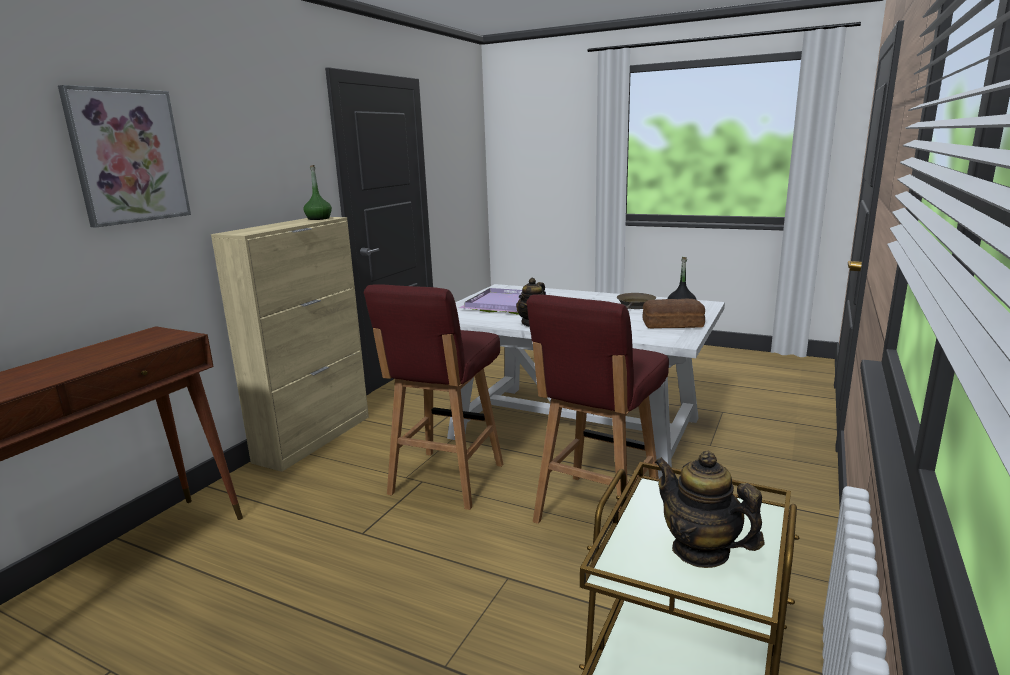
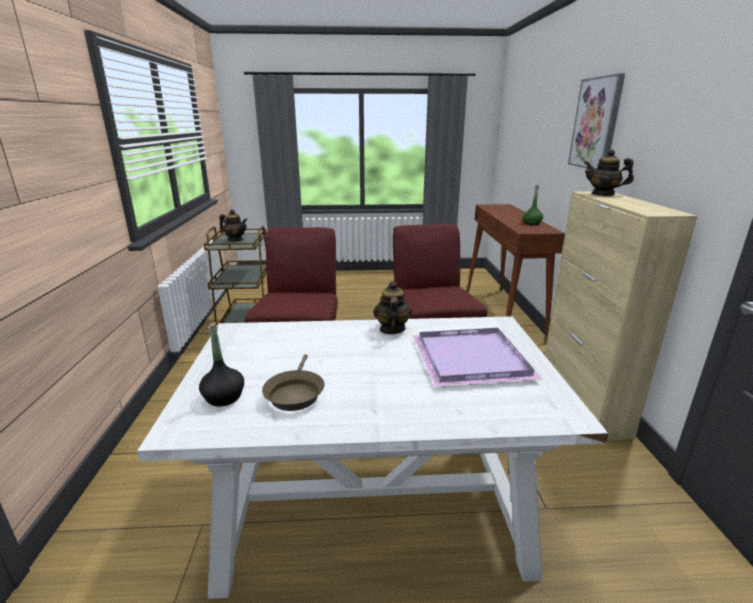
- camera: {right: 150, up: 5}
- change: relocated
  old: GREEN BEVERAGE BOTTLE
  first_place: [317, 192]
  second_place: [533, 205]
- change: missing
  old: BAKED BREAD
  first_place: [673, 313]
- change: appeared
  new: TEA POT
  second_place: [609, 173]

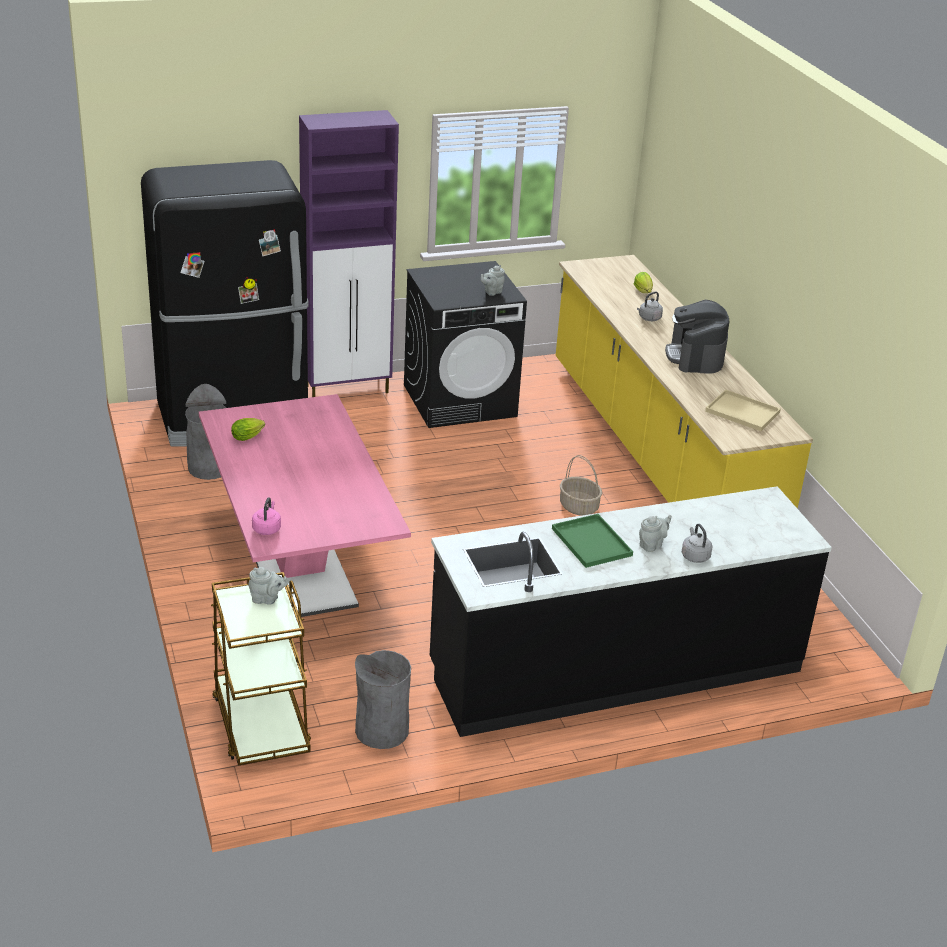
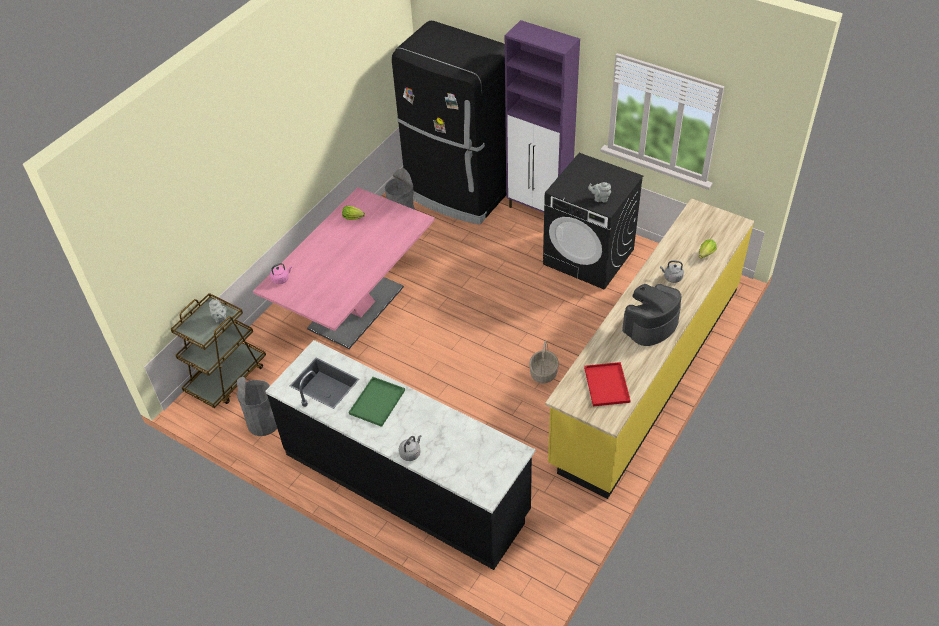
- camera: {right: 55, up: 15}
- change: colour
  old: BEIGE-COLOURED SERVING TRAY
  new: REDDISH SERVING TRAY
  first_place: [743, 410]
  second_place: [607, 384]
- change: missing
  old: GRAY TEA POT
  first_place: [655, 533]

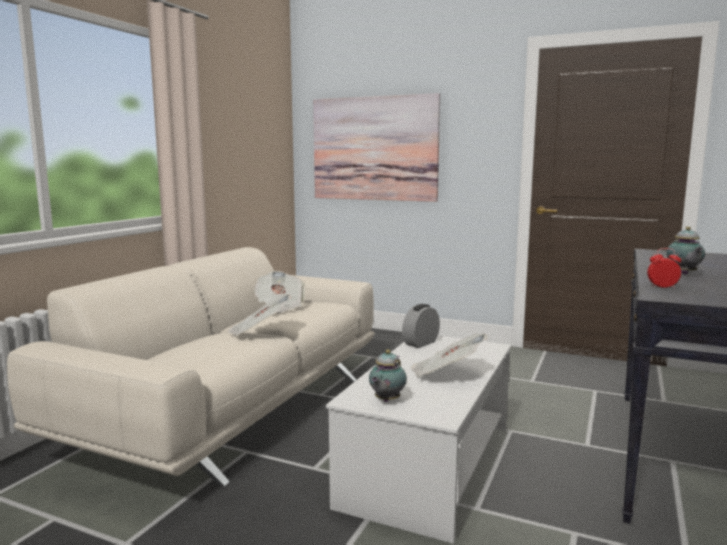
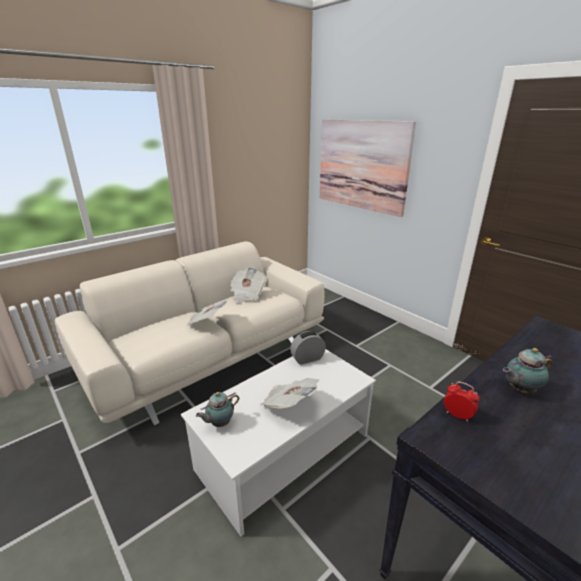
- camera: {right: 25, up: 15}
- change: spun
  old: TEA POT
  first_place: [685, 251]
  second_place: [528, 371]
  degrees: 45

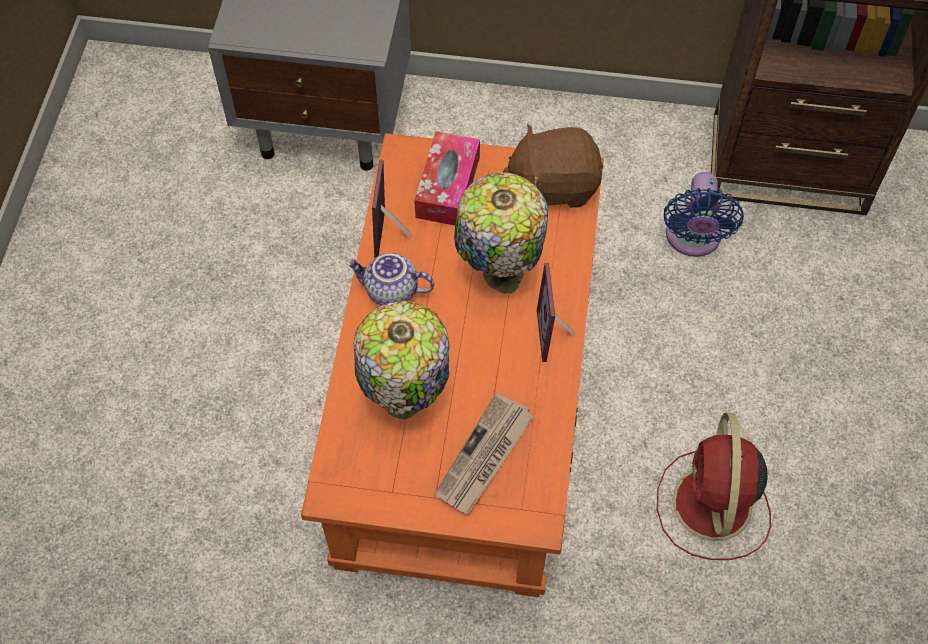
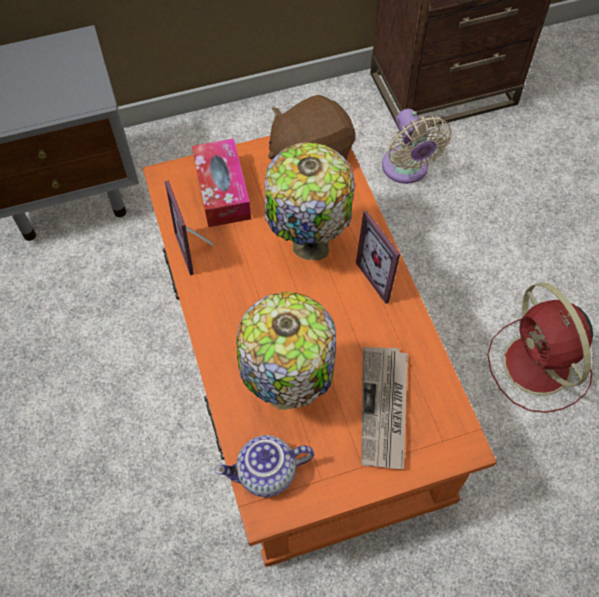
- camera: {right: -25, up: 0}
- change: colour
  old: BLUE-COLOURED FAN
  new: BEIGE-COLOURED FAN
  first_place: [704, 214]
  second_place: [417, 146]
- change: relocated
  old: TEA POT
  first_place: [390, 279]
  second_place: [264, 466]

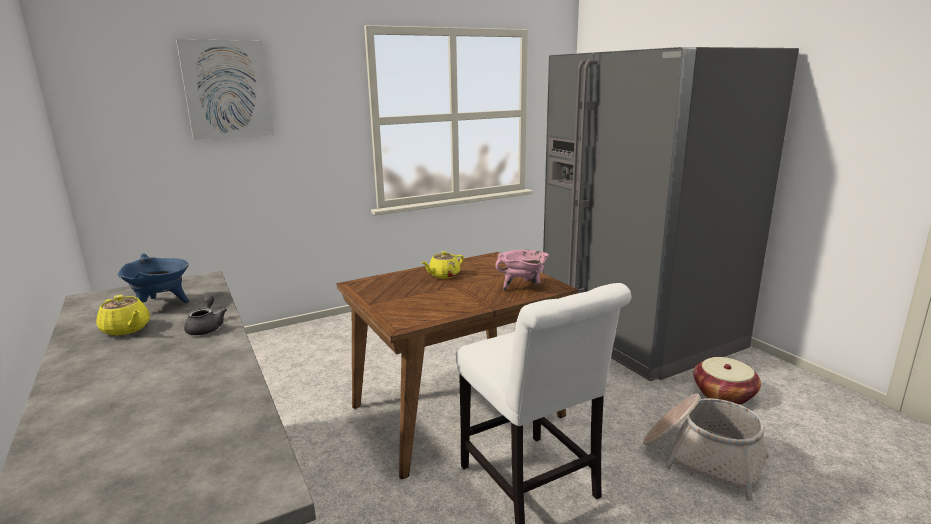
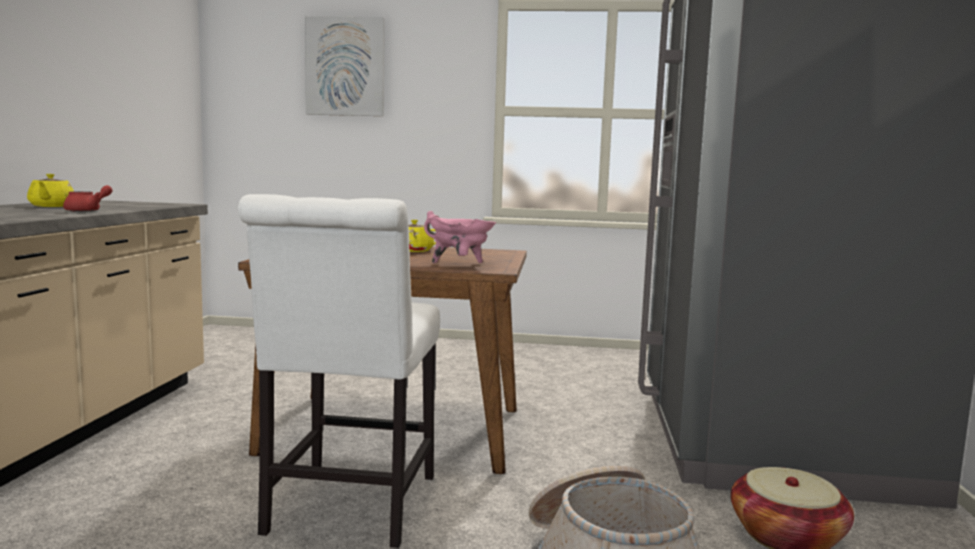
- camera: {right: 35, up: -10}
- change: missing
  old: BLUE-COLOURED COOKING POT
  first_place: [153, 278]
- change: colour
  old: GRAY TEA POT
  new: REDDISH TEA POT
  first_place: [205, 315]
  second_place: [88, 198]

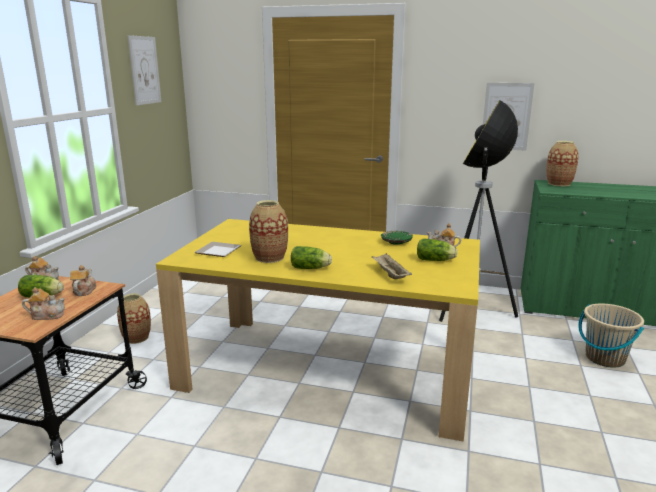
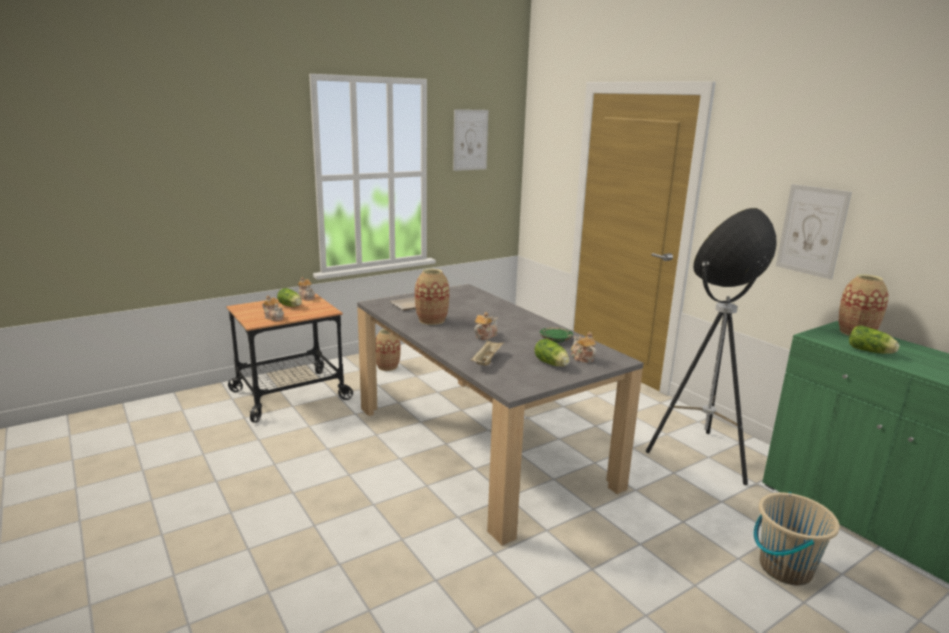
- camera: {right: 40, up: 0}
- change: colour
  old: YELLOW-COLOURED KITCHEN TABLE
  new: GRAY KITCHEN TABLE
  first_place: [318, 330]
  second_place: [500, 414]
- change: relocated
  old: LETTUCE HEAD
  first_place: [311, 257]
  second_place: [874, 339]
- change: relocated
  old: TEA POT
  first_place: [83, 280]
  second_place: [486, 326]

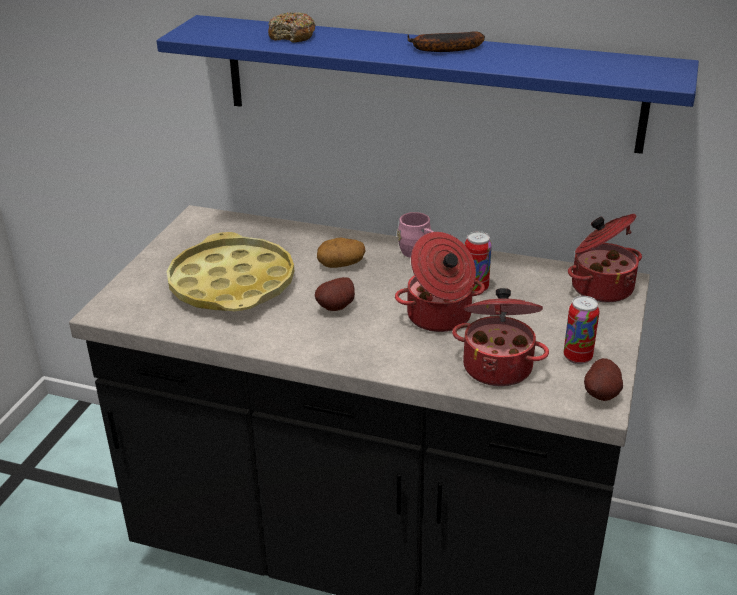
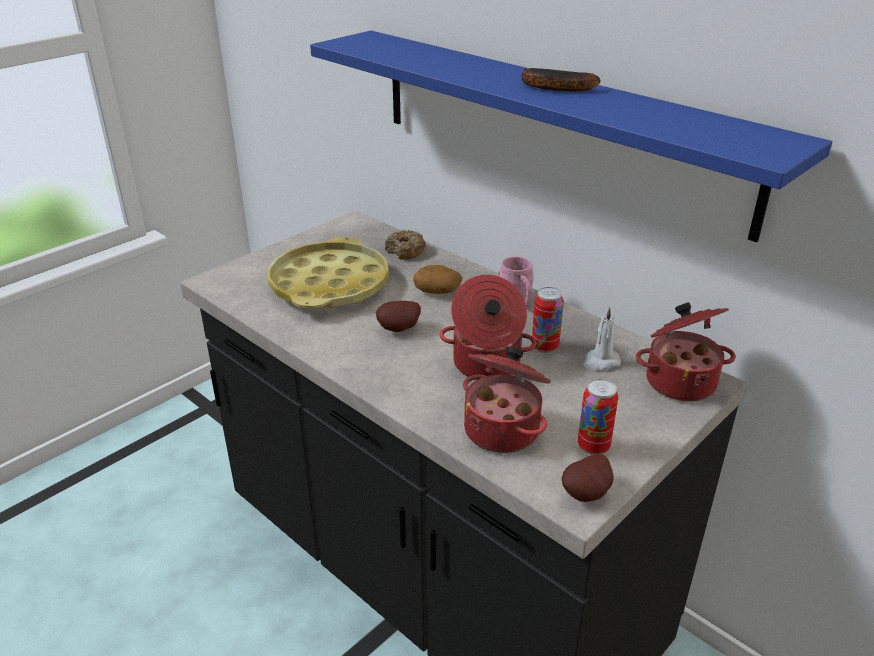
- camera: {right: 25, up: 0}
- change: relocated
  old: DOUGHNUT
  first_place: [292, 27]
  second_place: [405, 244]
- change: appeared
  new: WHITISH WAX LIGHT
  second_place: [602, 338]

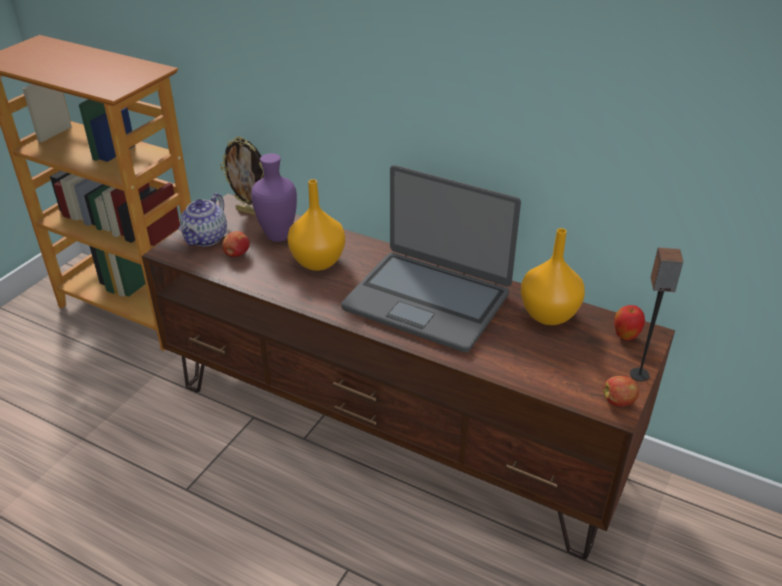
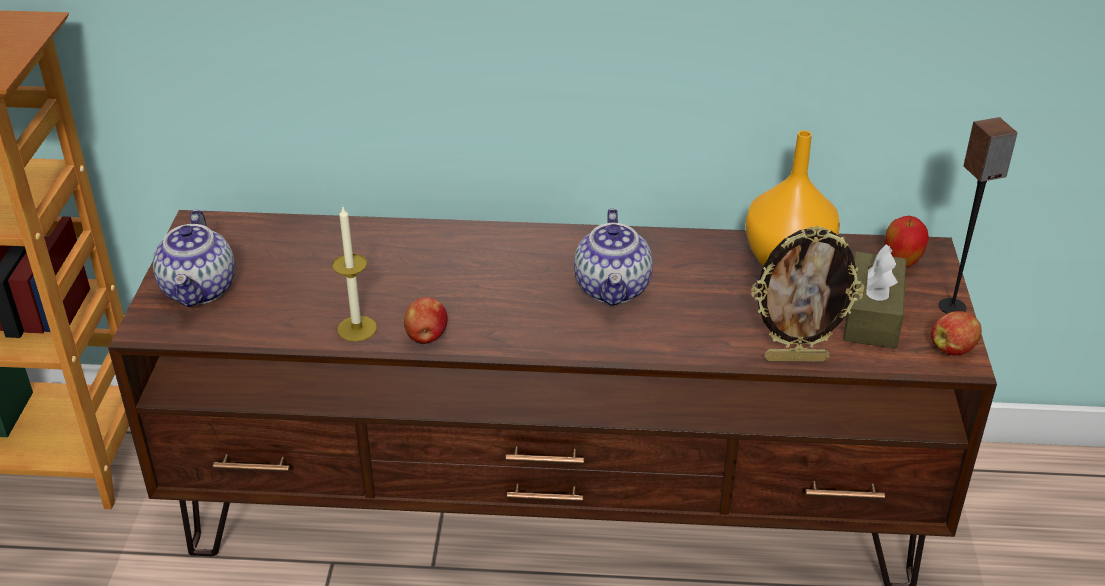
- camera: {right: -25, up: 0}
- change: relocated
  old: STANDING FRAME
  first_place: [242, 176]
  second_place: [807, 294]
- change: missing
  old: PURPLE-COLOURED FLOWER VASE
  first_place: [274, 197]
- change: exchanged
  old: PORTABLE COMPUTER
  new: TEA POT
  first_place: [431, 259]
  second_place: [613, 257]
- change: missing
  old: ORANGE FLOWER VASE
  first_place: [316, 225]
- change: relocated
  old: WHOLE APPLE
  first_place: [236, 244]
  second_place: [426, 320]
- change: appeared
  new: WAX LIGHT
  second_place: [354, 273]
- change: appeared
  new: BROWN TISSUE BOX
  second_place: [875, 296]

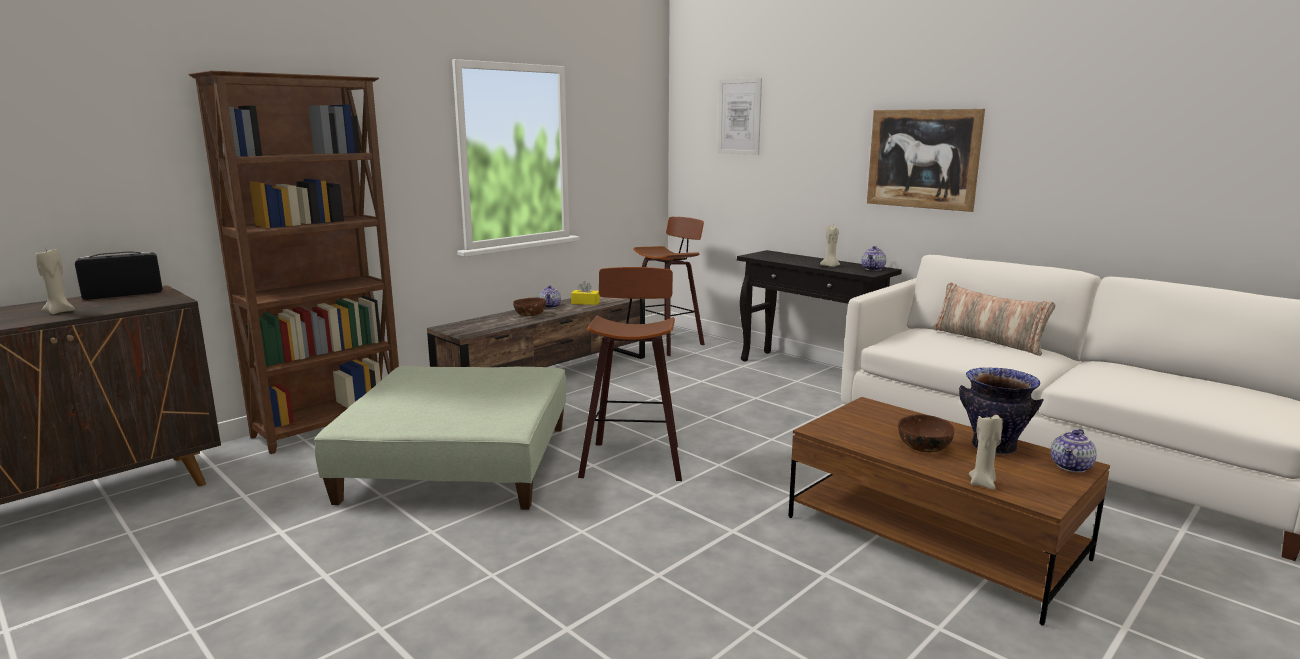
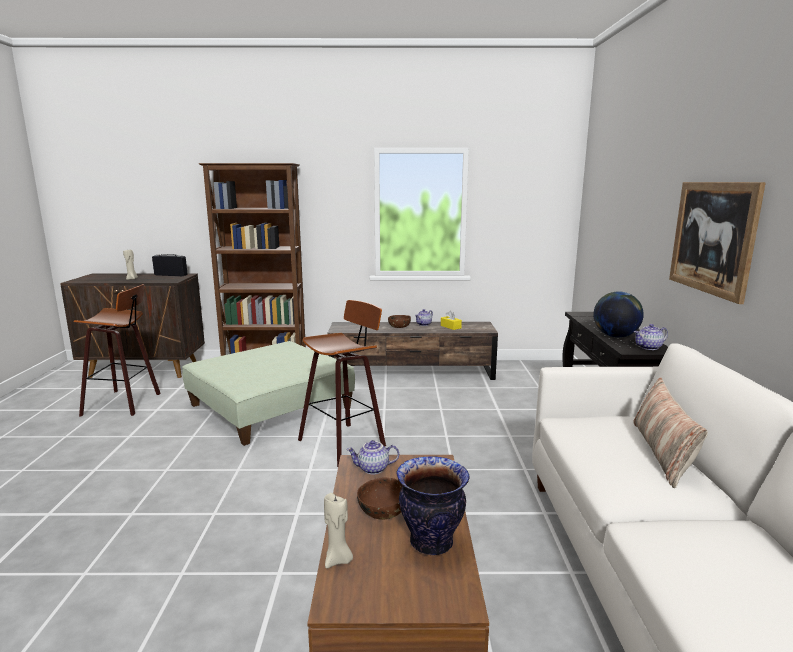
- camera: {right: 45, up: 0}
- change: missing
  old: WALL ART
  first_place: [740, 116]
- change: relocated
  old: SITTING STOOL
  first_place: [669, 286]
  second_place: [117, 350]
- change: exchanged
  old: BEIGE-COLOURED WAX LIGHT
  new: DESK GLOBE
  first_place: [830, 246]
  second_place: [618, 314]
- change: relocated
  old: TEA POT
  first_place: [1074, 451]
  second_place: [372, 457]

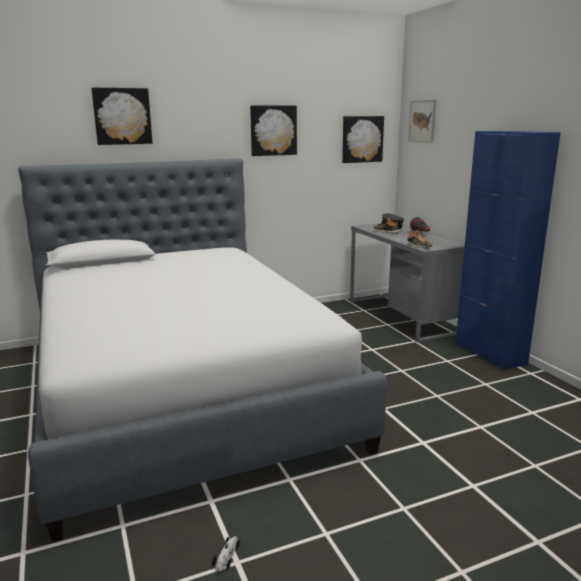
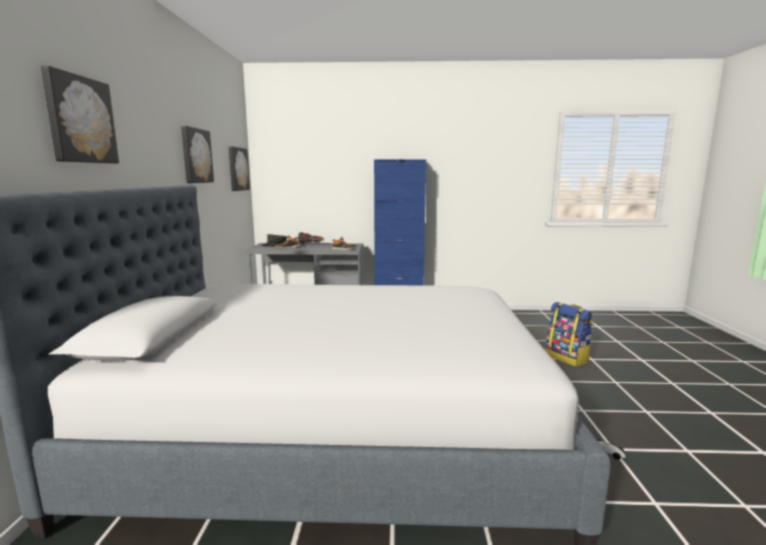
- camera: {right: -65, up: -5}
- change: missing
  old: WALL ART
  first_place: [422, 121]
- change: appeared
  new: BACKPACK
  second_place: [569, 334]

